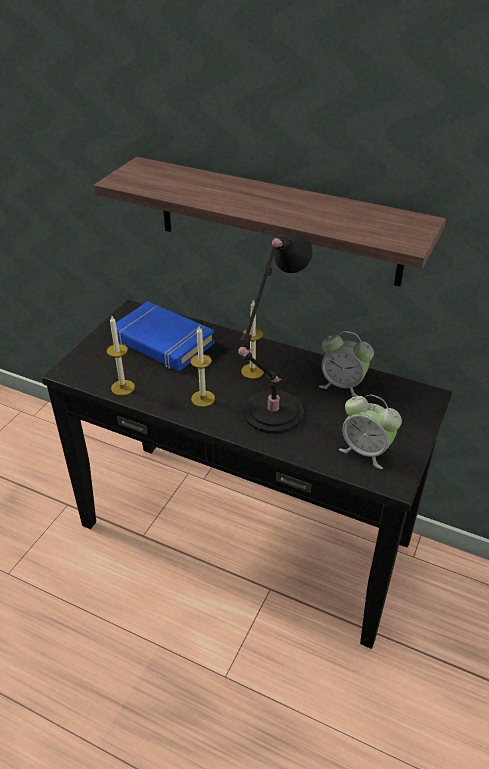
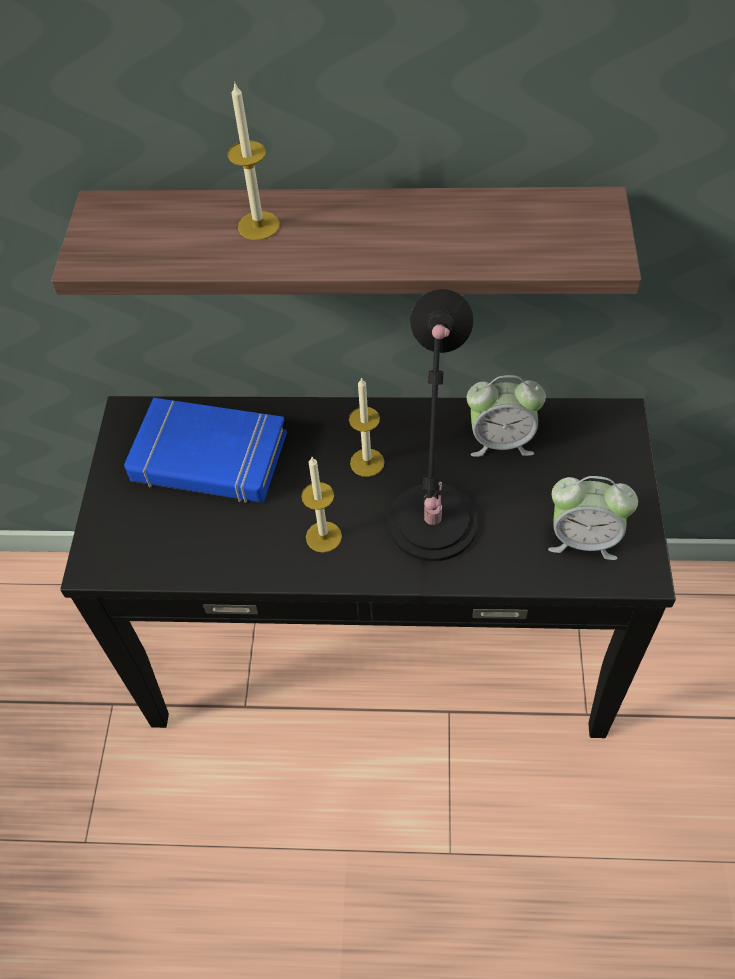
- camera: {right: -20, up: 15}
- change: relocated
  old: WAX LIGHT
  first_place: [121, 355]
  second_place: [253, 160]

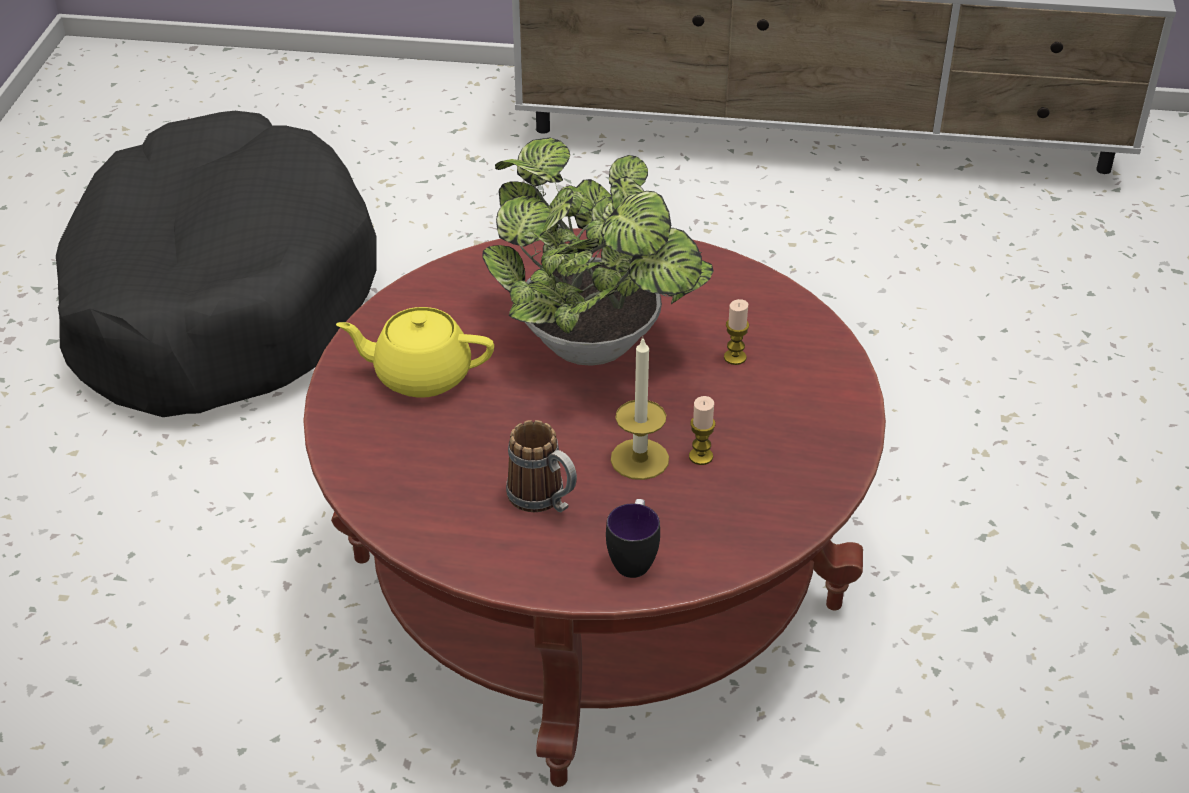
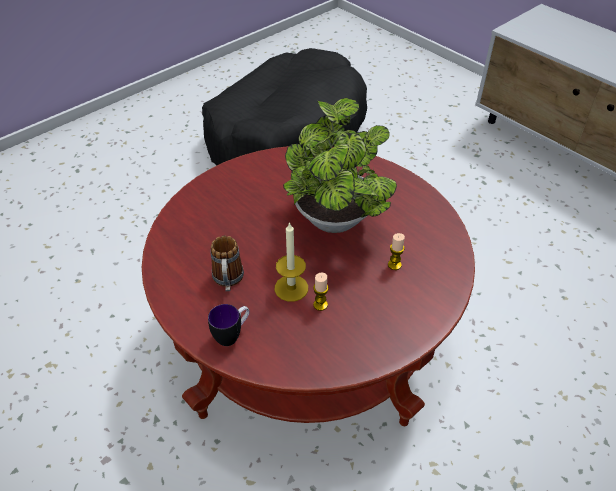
- camera: {right: 40, up: 5}
- change: missing
  old: YELLOW-COLOURED TEA POT
  first_place: [415, 352]

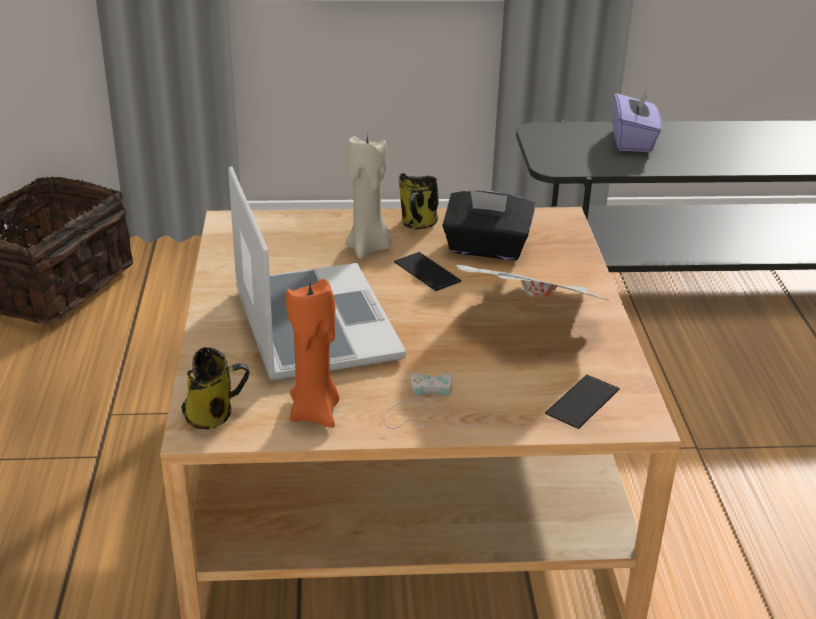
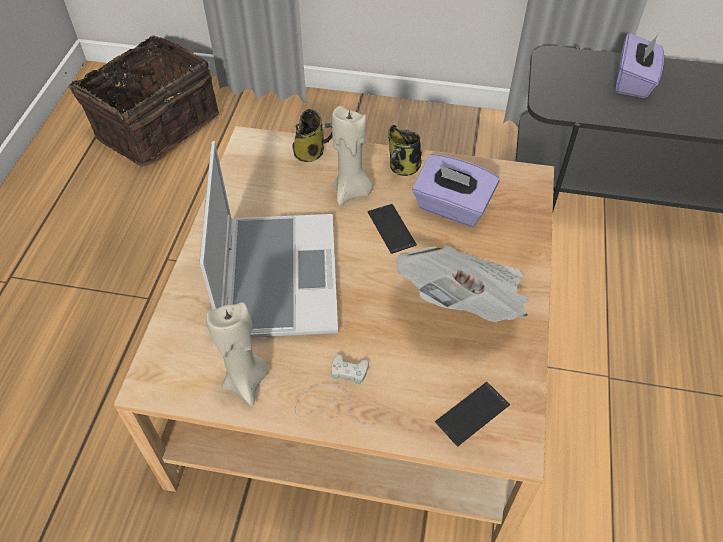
- camera: {right: 15, up: 20}
- change: colour
  old: BLACKISH TISSUE BOX
  new: PURPLE-COLOURED TISSUE BOX
  first_place: [488, 225]
  second_place: [456, 190]
- change: colour
  old: ORANGE WAX LIGHT
  new: BEIGE-COLOURED WAX LIGHT
  first_place: [313, 353]
  second_place: [237, 354]
- change: relocated
  old: TEA MUG
  first_place: [215, 388]
  second_place: [312, 135]

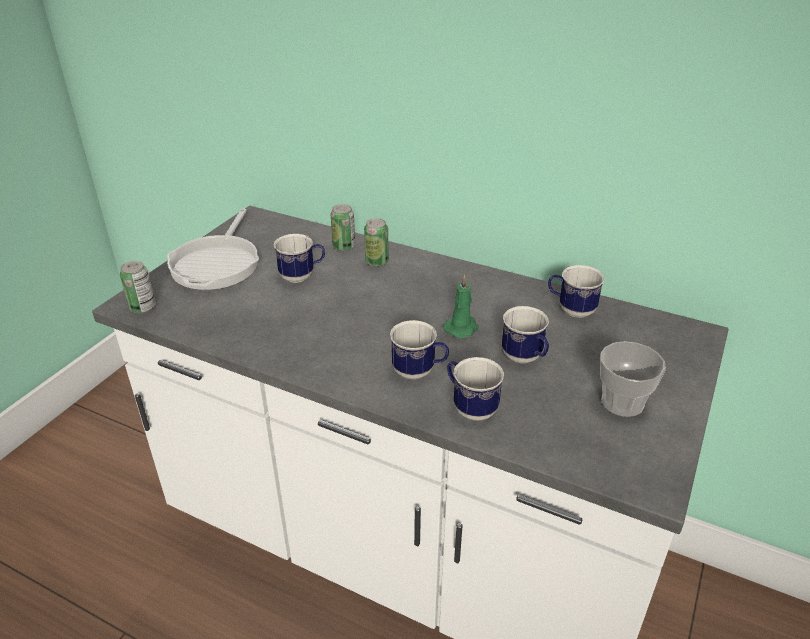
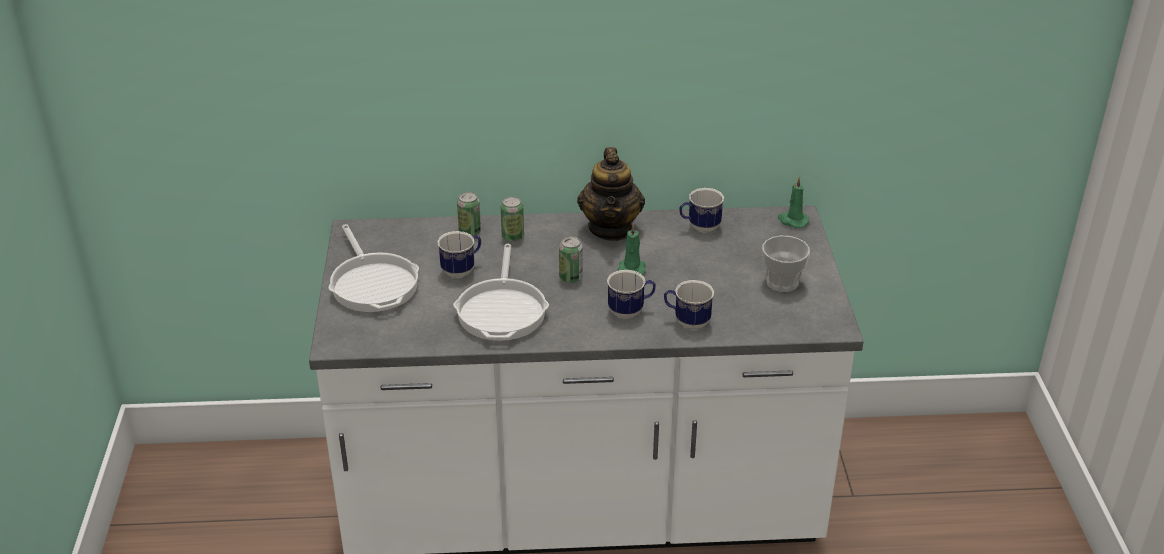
- camera: {right: -30, up: 0}
- change: relocated
  old: SEALED CAN
  first_place: [138, 287]
  second_place: [571, 259]
- change: missing
  old: TEA MUG
  first_place: [525, 334]
- change: appeared
  new: TEA POT
  second_place: [611, 194]
- change: appeared
  new: GREEN WAX LIGHT
  second_place: [794, 202]
- change: appeared
  new: SKILLET
  second_place: [501, 292]

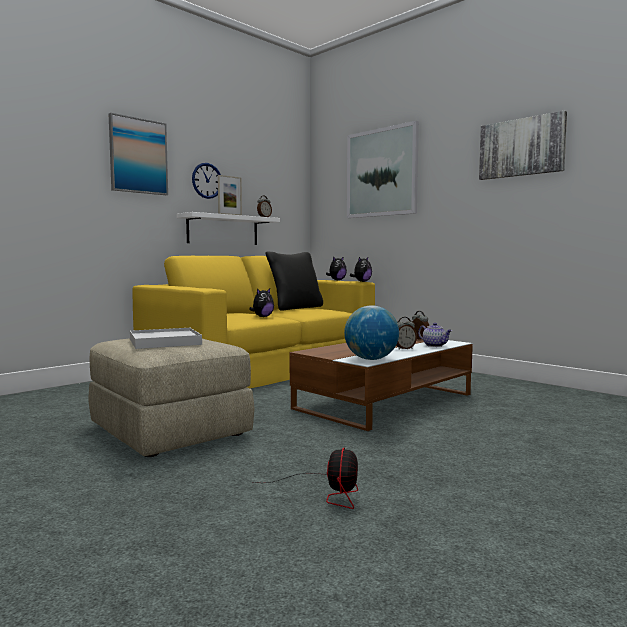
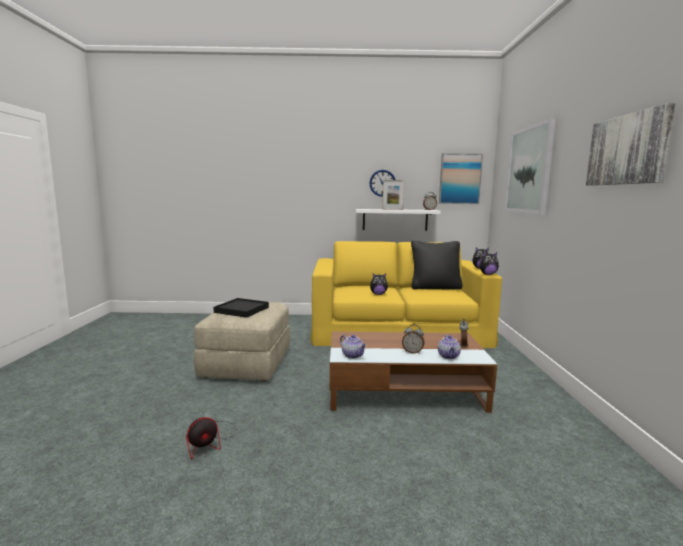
- camera: {right: 45, up: 5}
- change: relocated
  old: WALL ART
  first_place: [138, 154]
  second_place: [461, 178]
- change: exchanged
  old: DESK GLOBE
  new: TEA POT
  first_place: [371, 332]
  second_place: [353, 347]
- change: colour
  old: WHITISH SERVING TRAY
  new: BLACKISH SERVING TRAY
  first_place: [166, 338]
  second_place: [241, 308]

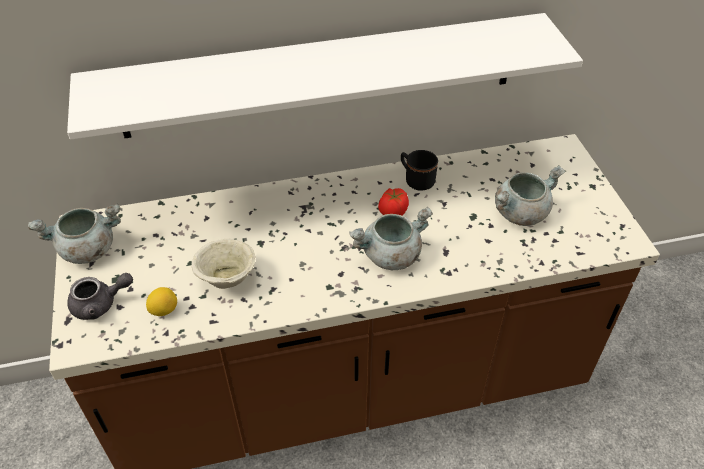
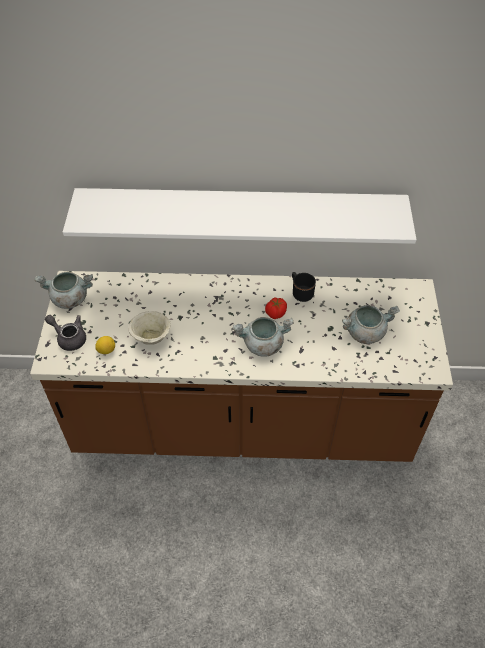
- camera: {right: 15, up: 5}
- change: spun
  old: GRAY TEA POT
  first_place: [100, 296]
  second_place: [65, 333]
  degrees: -150

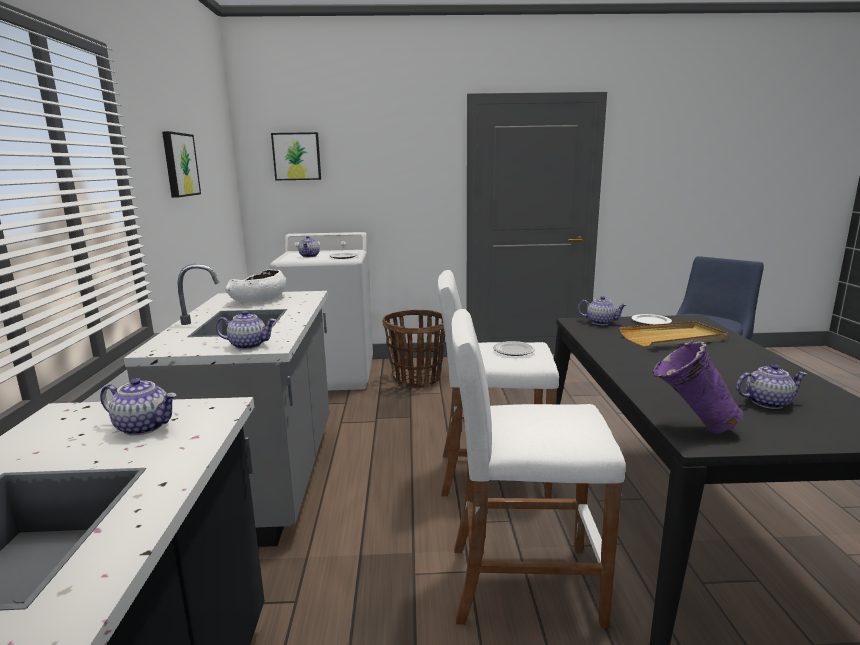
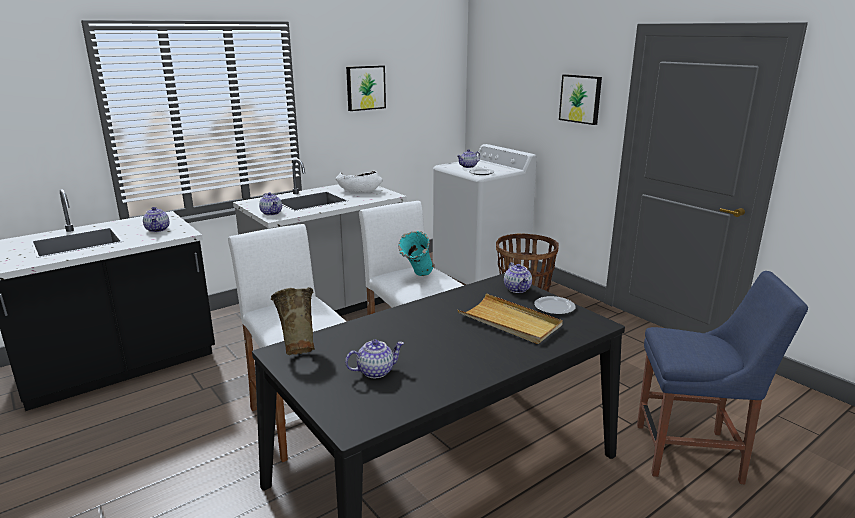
- camera: {right: 55, up: 5}
- change: relocated
  old: WALL ART
  first_place: [296, 156]
  second_place: [580, 99]
- change: colour
  old: PURPLE-COLOURED FLOWER VASE
  new: BEIGE-COLOURED FLOWER VASE
  first_place: [698, 387]
  second_place: [293, 321]
- change: exchanged
  old: DINNER PLATE
  new: BLUE-GREEN FLOWER VASE
  first_place: [514, 348]
  second_place: [415, 253]
- change: spun
  old: TEA POT
  first_place: [771, 386]
  second_place: [374, 359]
  degrees: -75

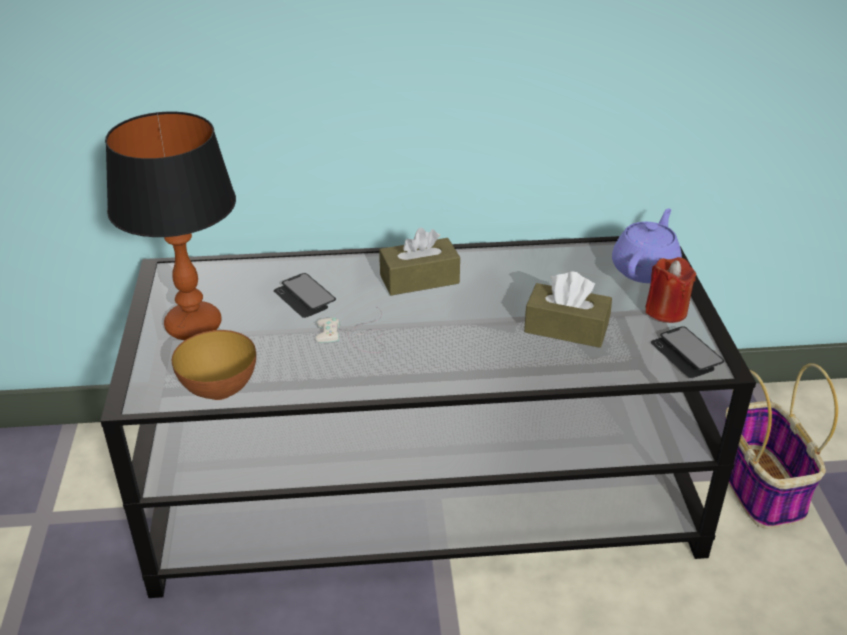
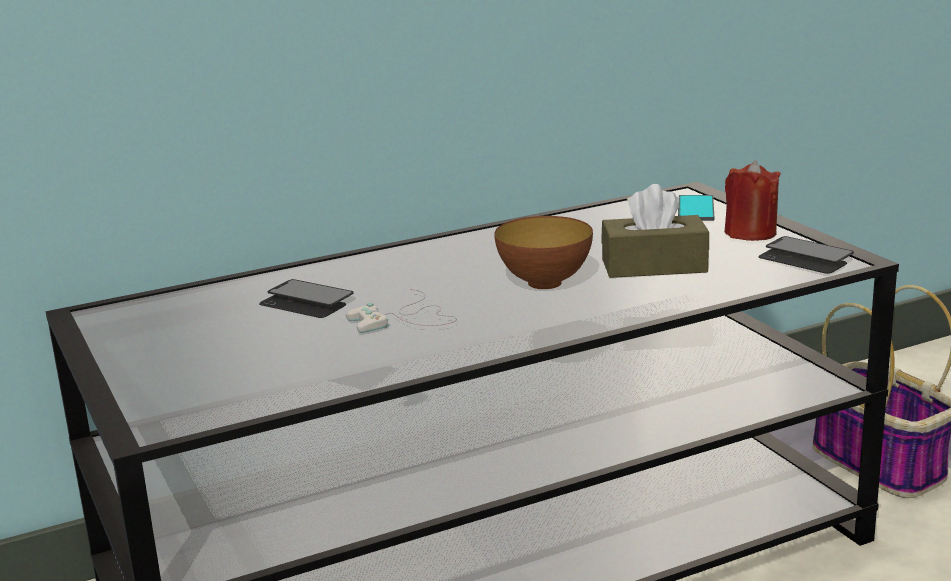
- camera: {right: -20, up: -15}
- change: missing
  old: TABLETOP LAMP
  first_place: [170, 226]
- change: exchanged
  old: PURPLE-COLOURED TEA POT
  new: HANDSET
  first_place: [647, 245]
  second_place: [696, 208]
- change: missing
  old: BROWN TISSUE BOX
  first_place: [419, 261]
- change: relocated
  old: SERVING BOWL
  first_place: [214, 365]
  second_place: [543, 252]

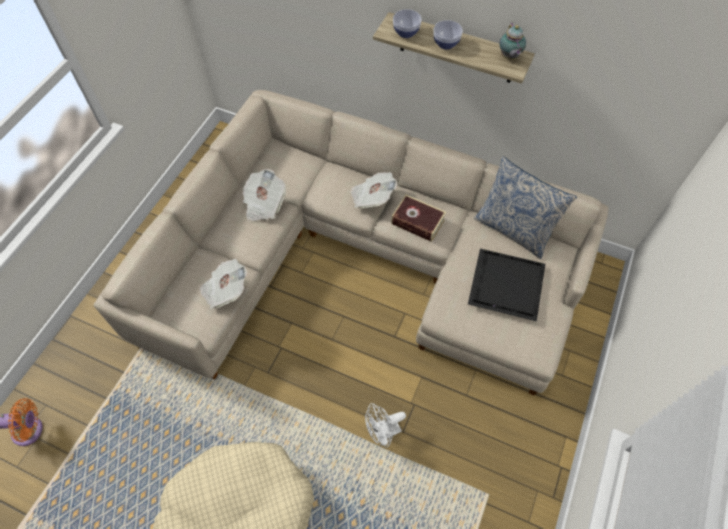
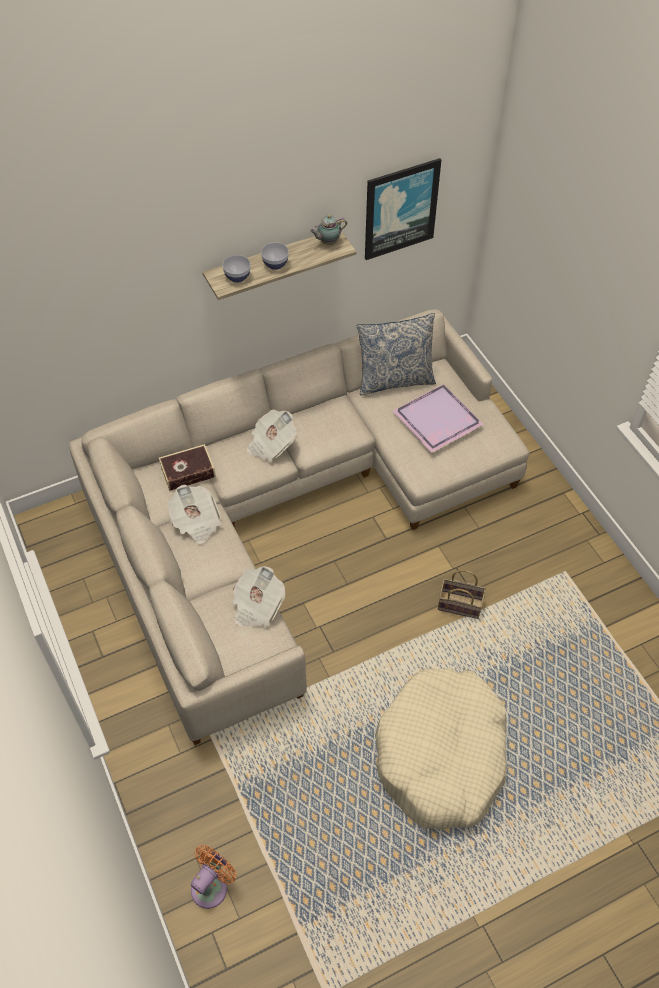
- camera: {right: -50, up: -5}
- change: spun
  old: TEA POT
  first_place: [512, 41]
  second_place: [328, 230]
  degrees: 120
- change: relocated
  old: BOOK
  first_place: [418, 218]
  second_place: [187, 467]
- change: colour
  old: BLACKISH SERVING TRAY
  new: PURPLE-COLOURED SERVING TRAY
  first_place: [506, 284]
  second_place: [438, 418]
- change: exchanged
  old: WHITISH FAN
  new: HOUSEHOLD BASKET
  first_place: [385, 425]
  second_place: [462, 594]
- change: appeared
  new: WALL ART
  second_place: [403, 209]

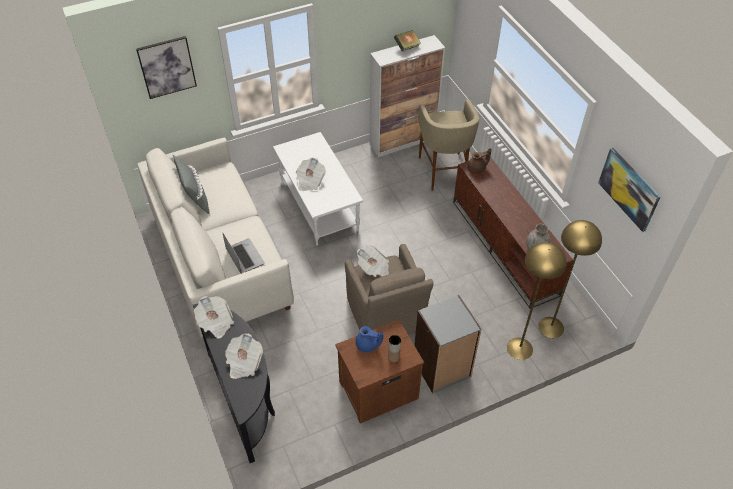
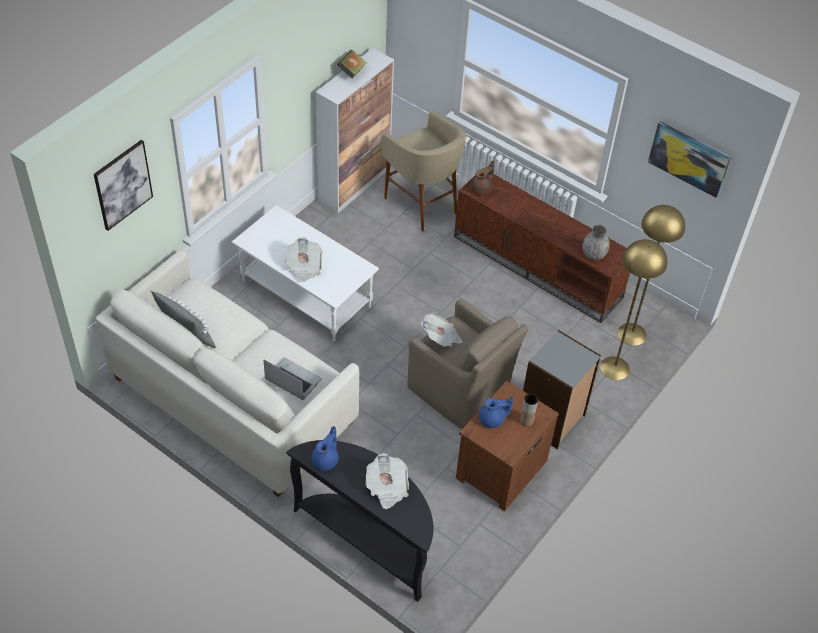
- camera: {right: -30, up: 0}
- change: exchanged
  old: PRINTED PAPER
  new: BLUE-COLOURED TEA POT
  first_place: [214, 317]
  second_place: [325, 448]

